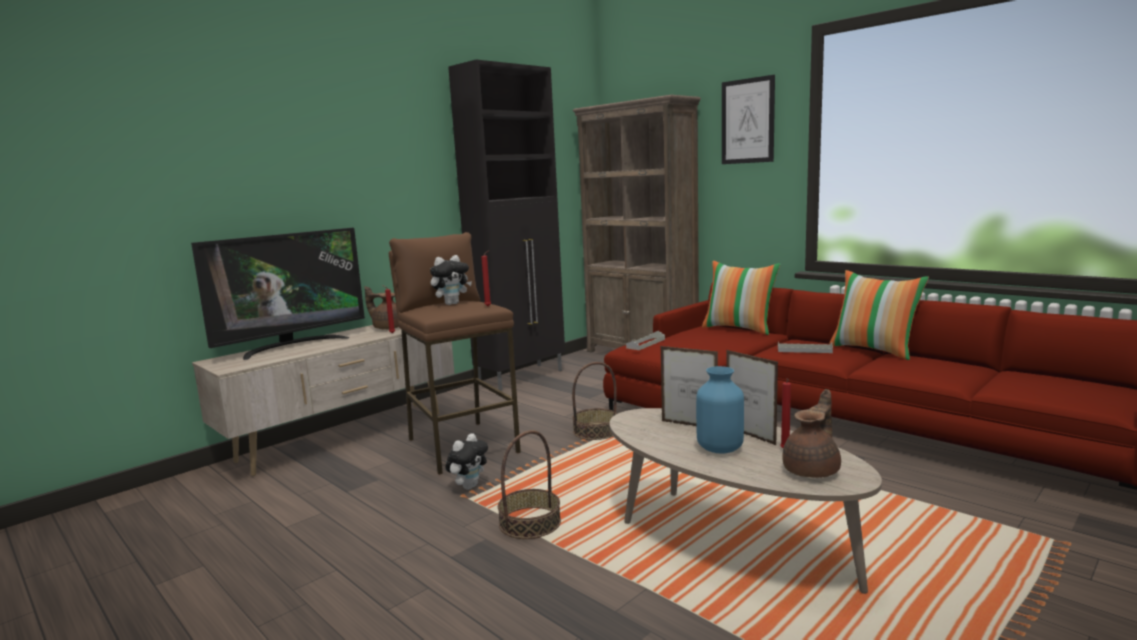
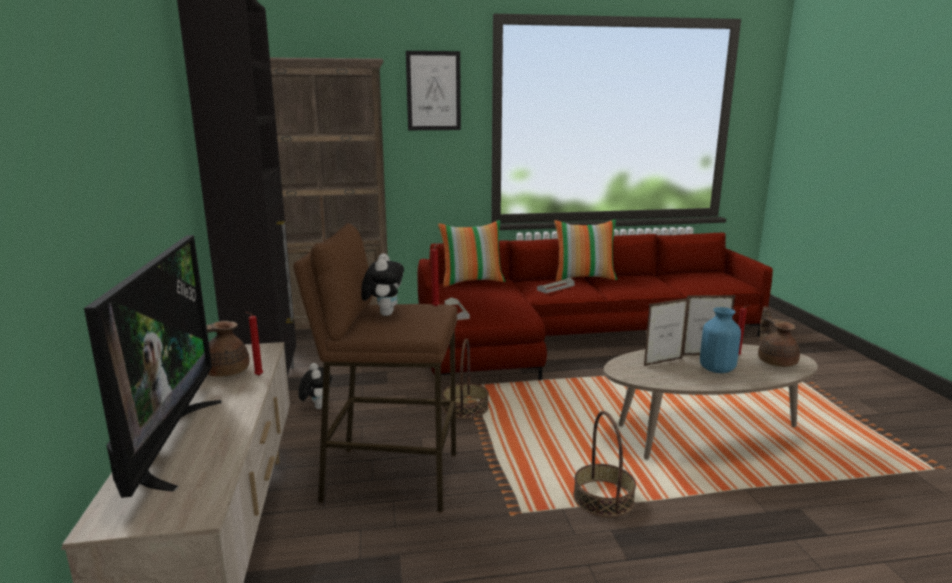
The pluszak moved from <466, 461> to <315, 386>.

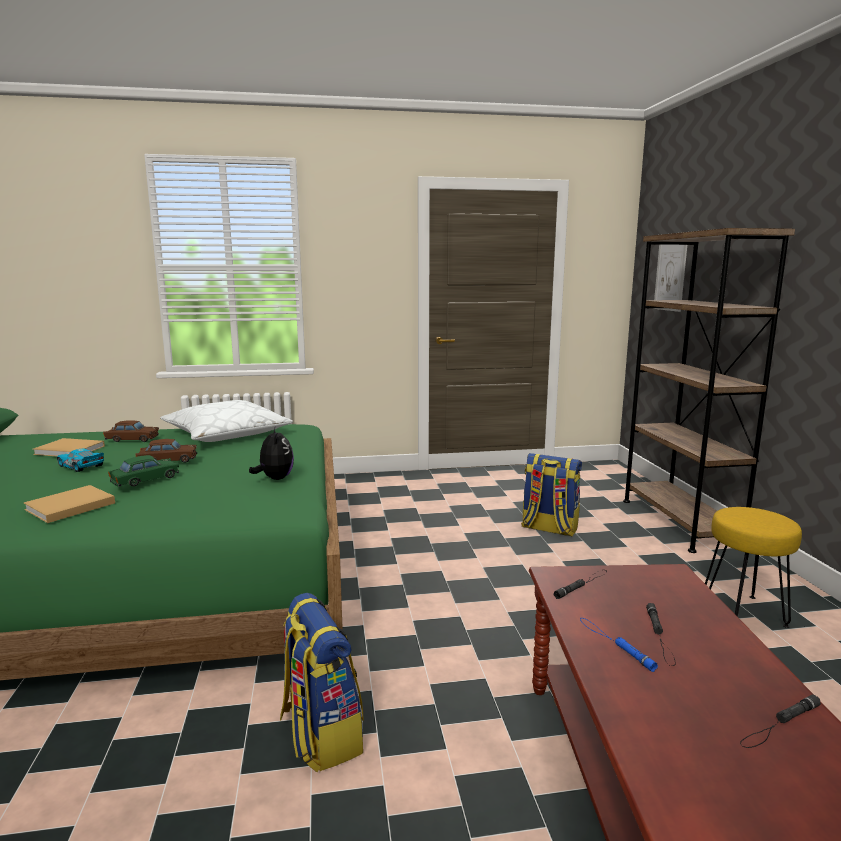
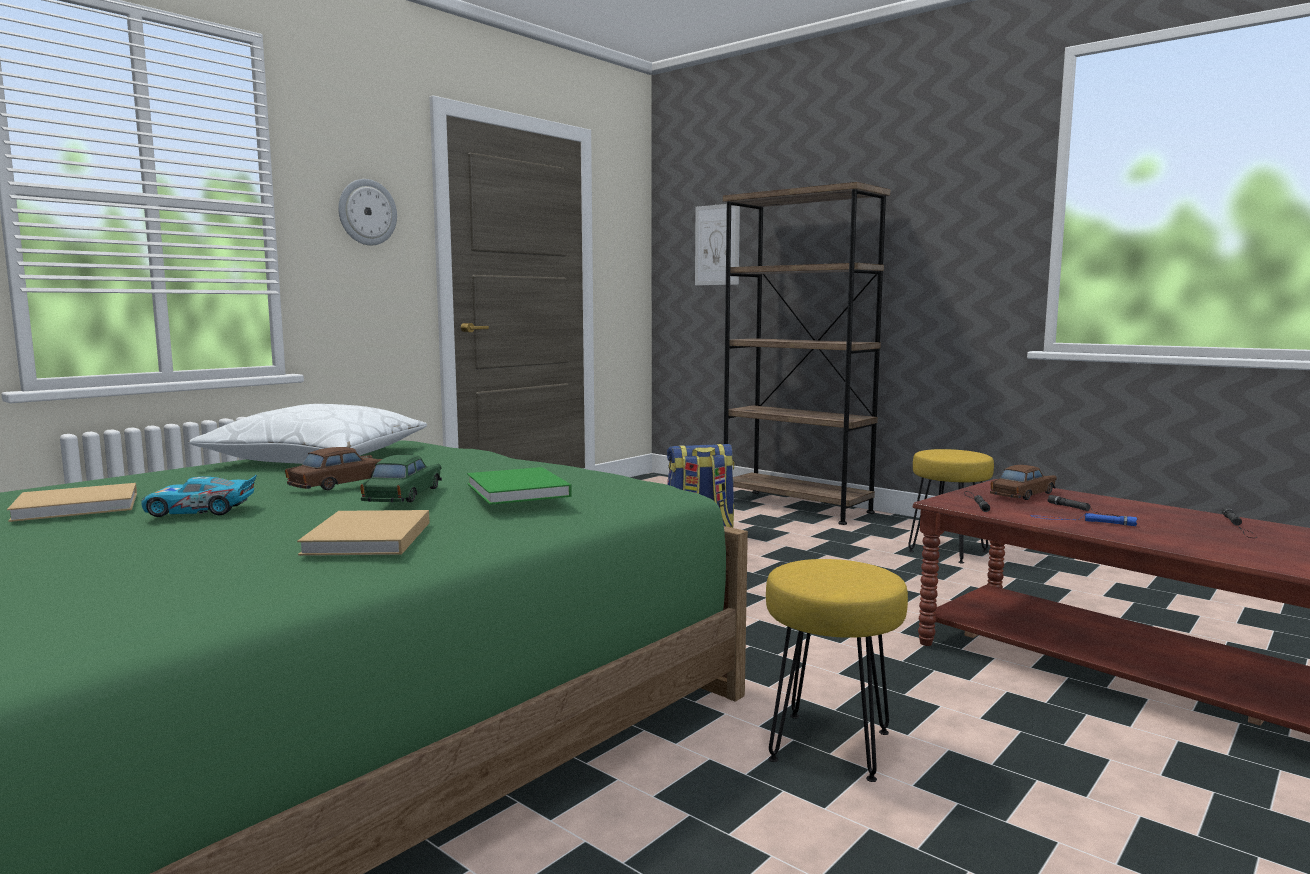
The samochodzik (brązowy) moved from <131, 431> to <1023, 482>. The pluszak at <271, 453> disappeared. The plecak at <322, 682> was replaced by the stołek (żółty) at <837, 670>. The zegar ścienny at <367, 212> appeared. The książka (zielony) at <519, 486> appeared.

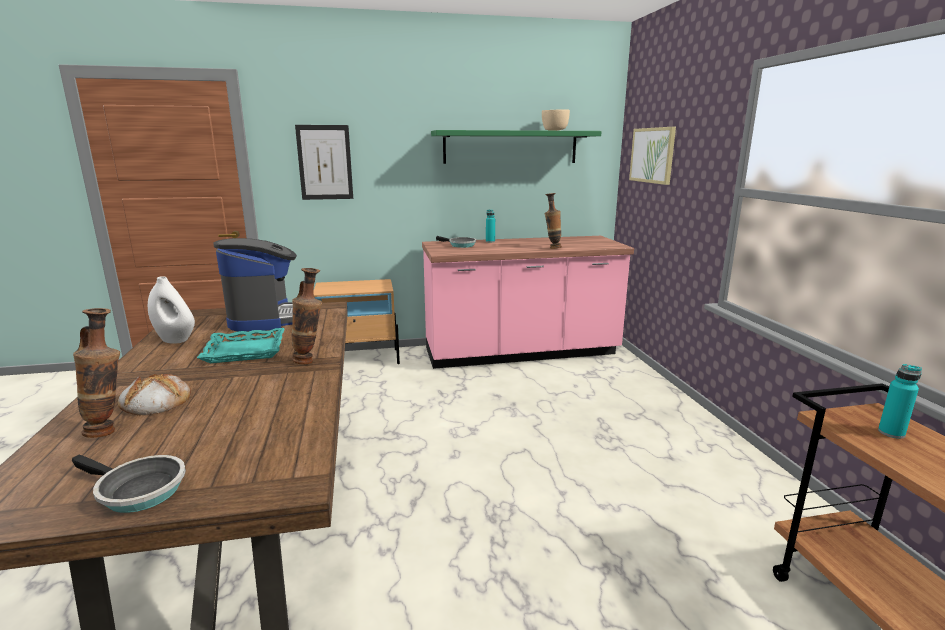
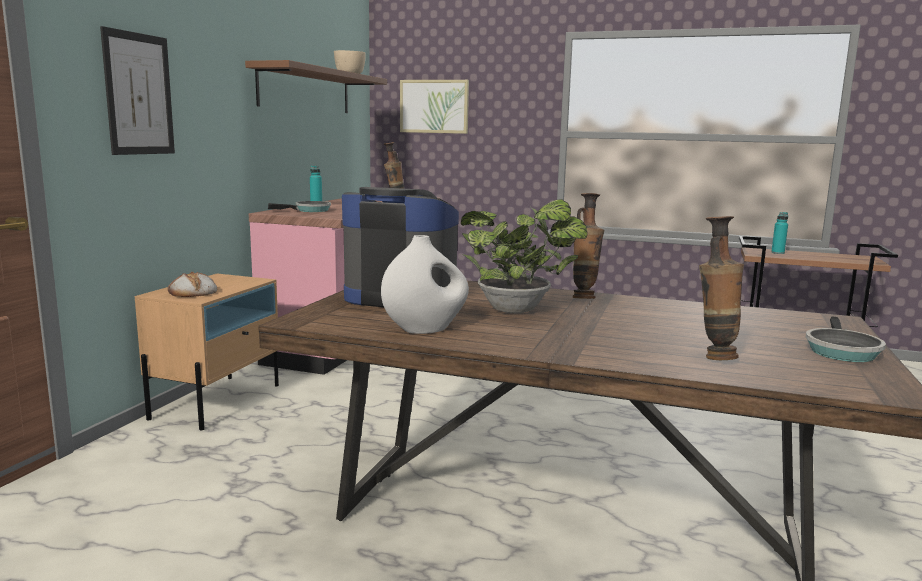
The półka (zielony) at <516, 147> became the półka (brązowy) at <316, 86>. The taca (turkusowy) at <241, 345> was replaced by the roślina doniczkowa at <524, 256>. The chleb moved from <154, 394> to <192, 284>. The patelnia at <129, 484> turned 150 degrees clockwise.

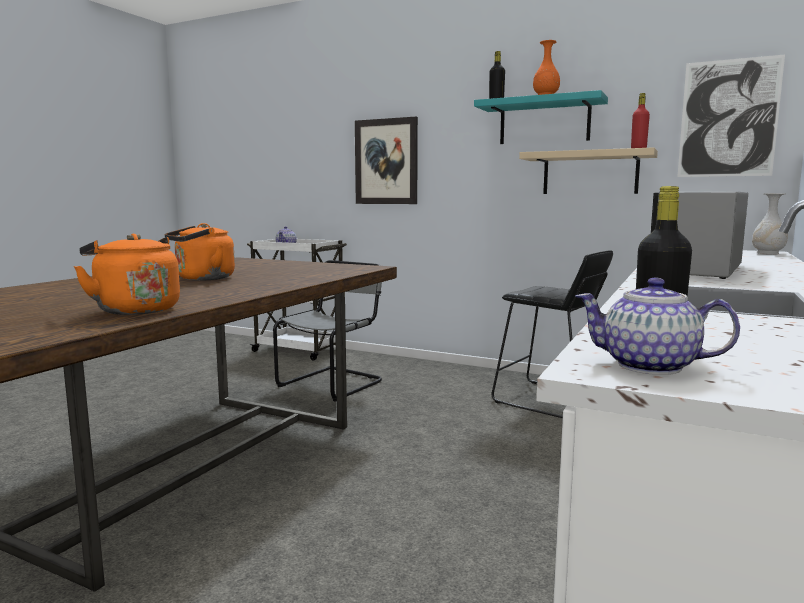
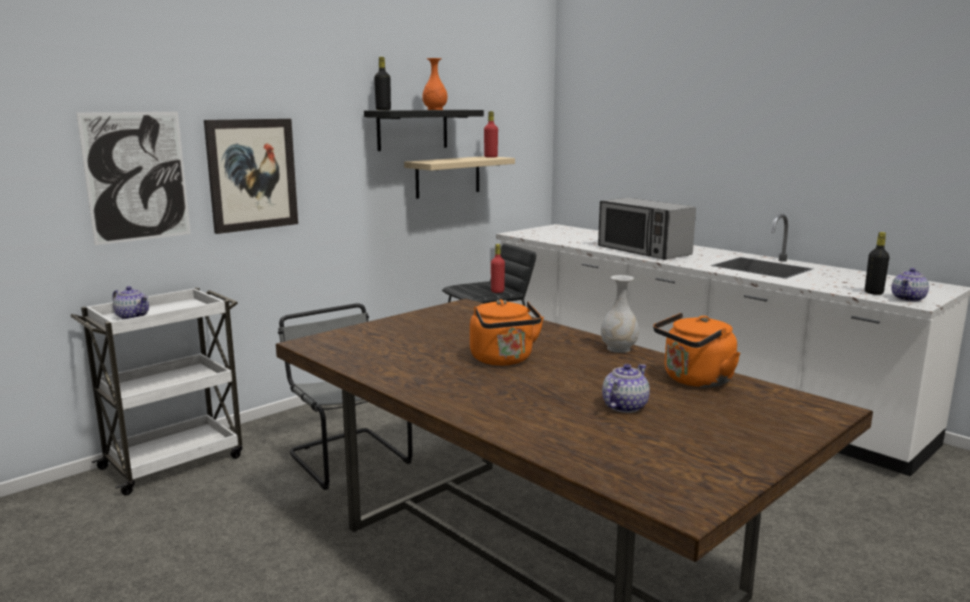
The obraz moved from <731, 116> to <134, 178>. The półka (turkusowy) at <541, 117> became the półka (czarny) at <424, 130>. The wazon (biały) moved from <770, 223> to <620, 314>. The butelka (czerwony) at <498, 268> appeared. The imbryk at <626, 388> appeared.

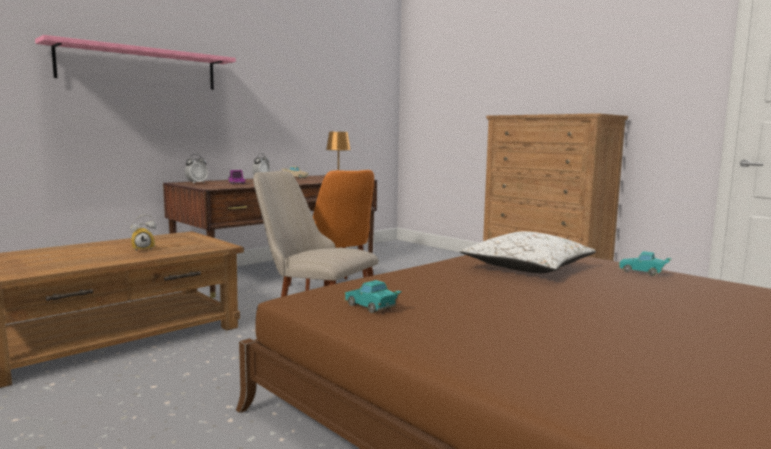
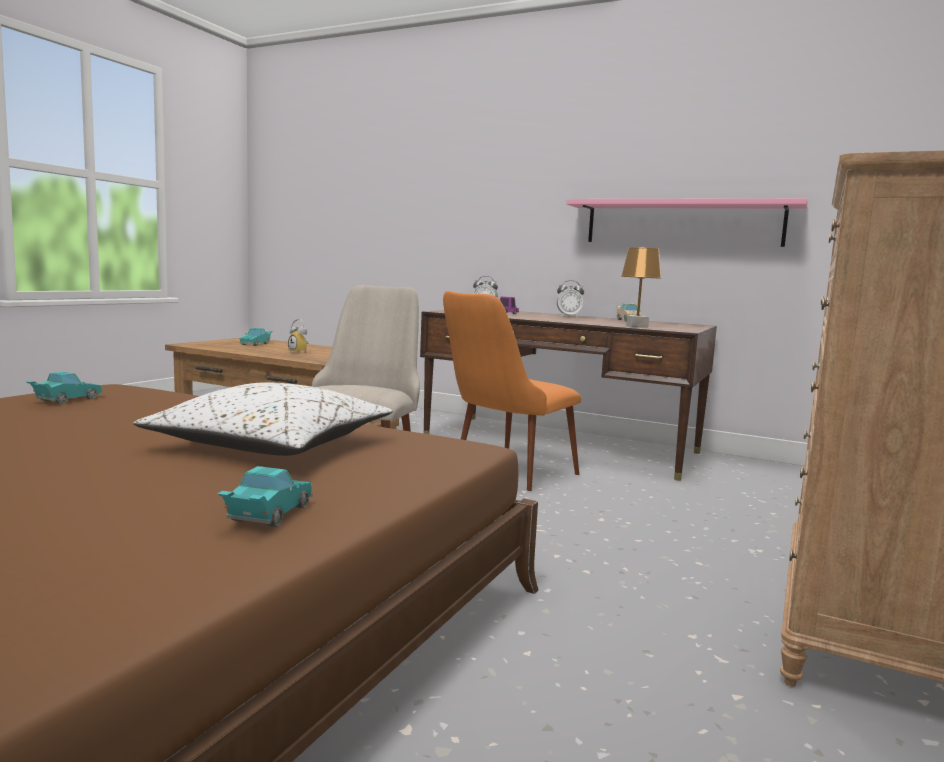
The półka (różowy) moved from <135, 62> to <687, 222>. The samochodzik (turkusowy) at <255, 337> appeared.

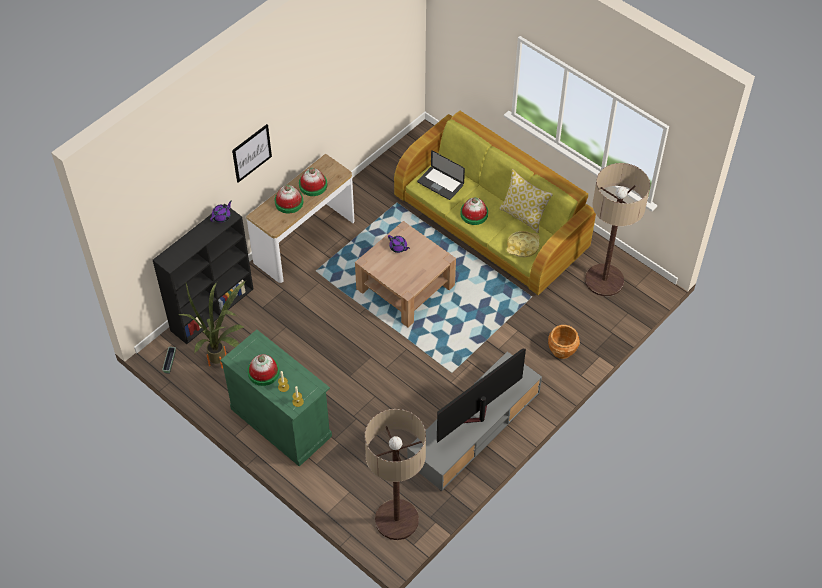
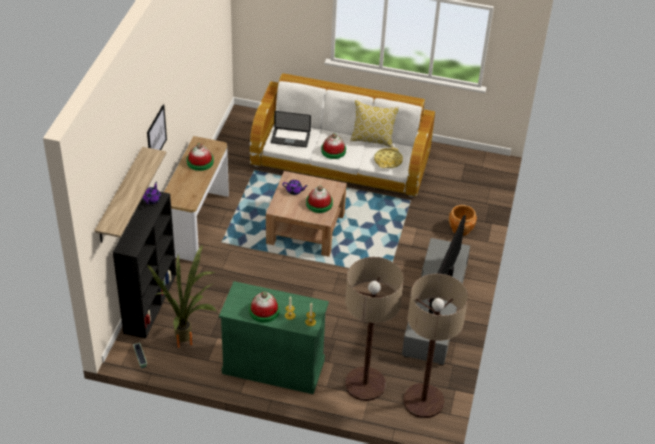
The kanapa (zielony) at <495, 203> became the kanapa (biały) at <342, 135>. The lampa stojąca moved from <617, 229> to <374, 329>. The kapelusz moved from <289, 199> to <319, 199>. The półka at <130, 195> appeared.

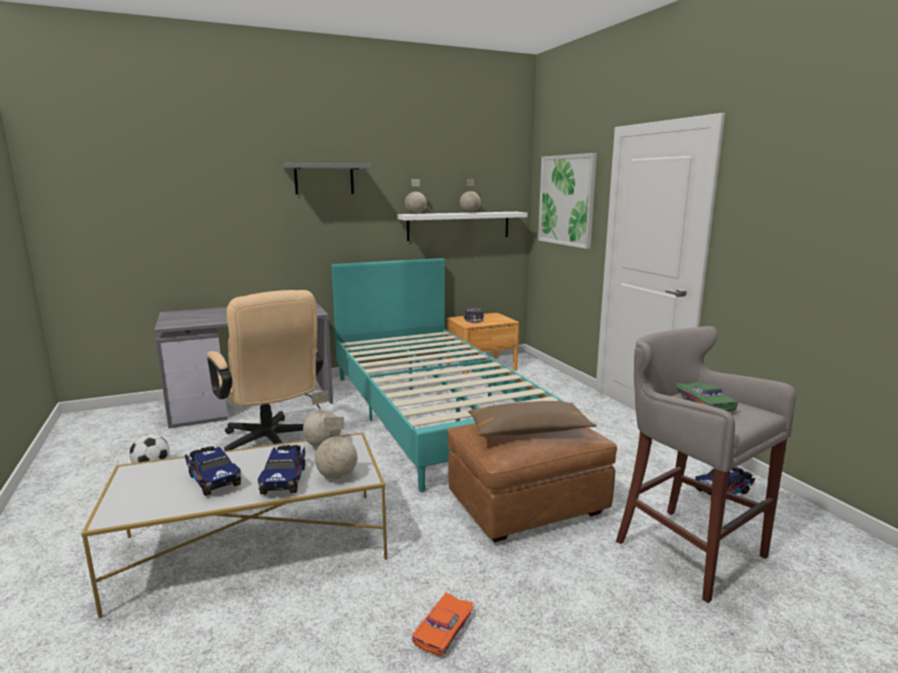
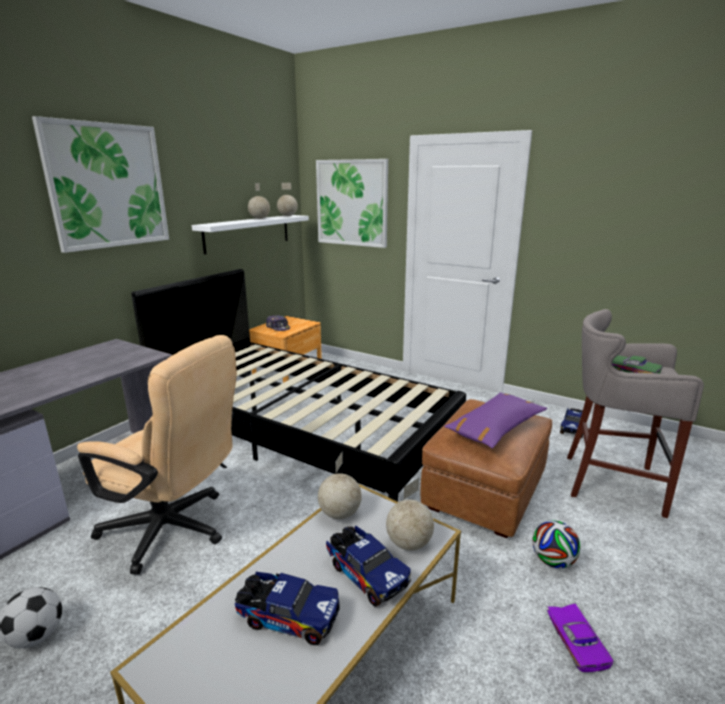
The półka (szary) at <326, 178> was replaced by the obraz at <100, 184>. The globus moved from <416, 196> to <287, 199>. The łóżko (turkusowy) at <448, 375> became the łóżko (czarny) at <298, 385>. The poduszka (brązowy) at <532, 418> became the poduszka (fioletowy) at <495, 420>. The samochodzik (pomarańczowy) at <443, 624> became the samochodzik (fioletowy) at <580, 638>. The piłka futbolowa at <556, 544> appeared.

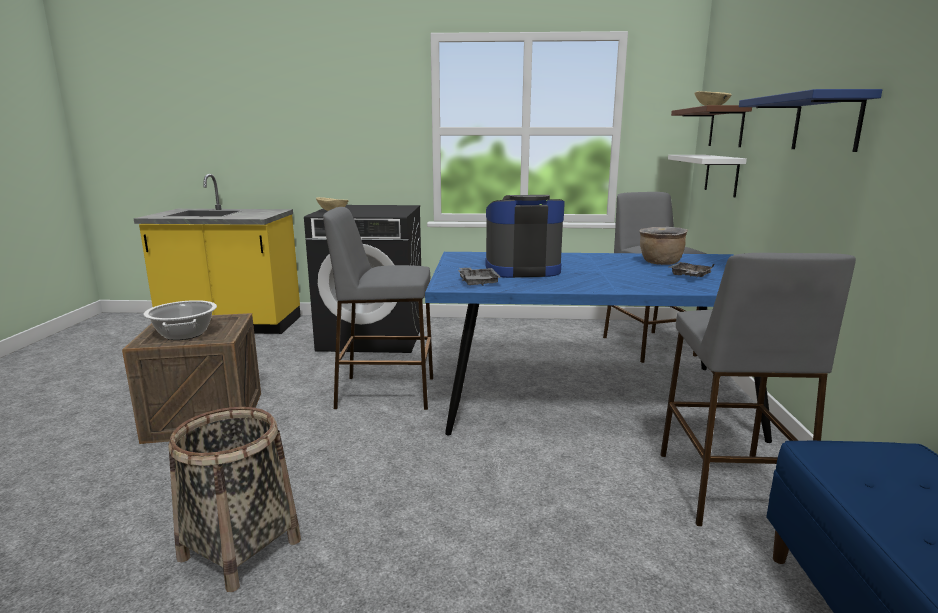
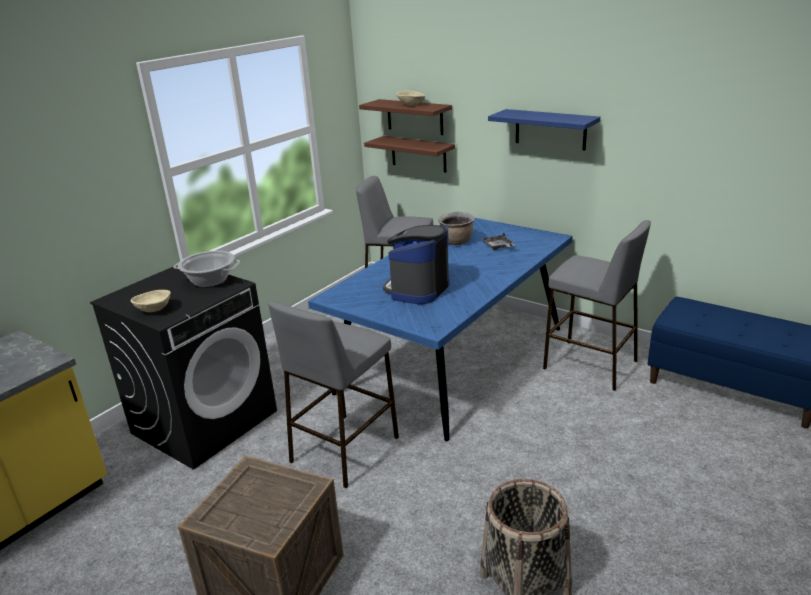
The półka (biały) at <707, 176> became the półka (brązowy) at <409, 154>. The taca (szary) at <479, 277> disappeared. The garnek moved from <180, 320> to <207, 269>.

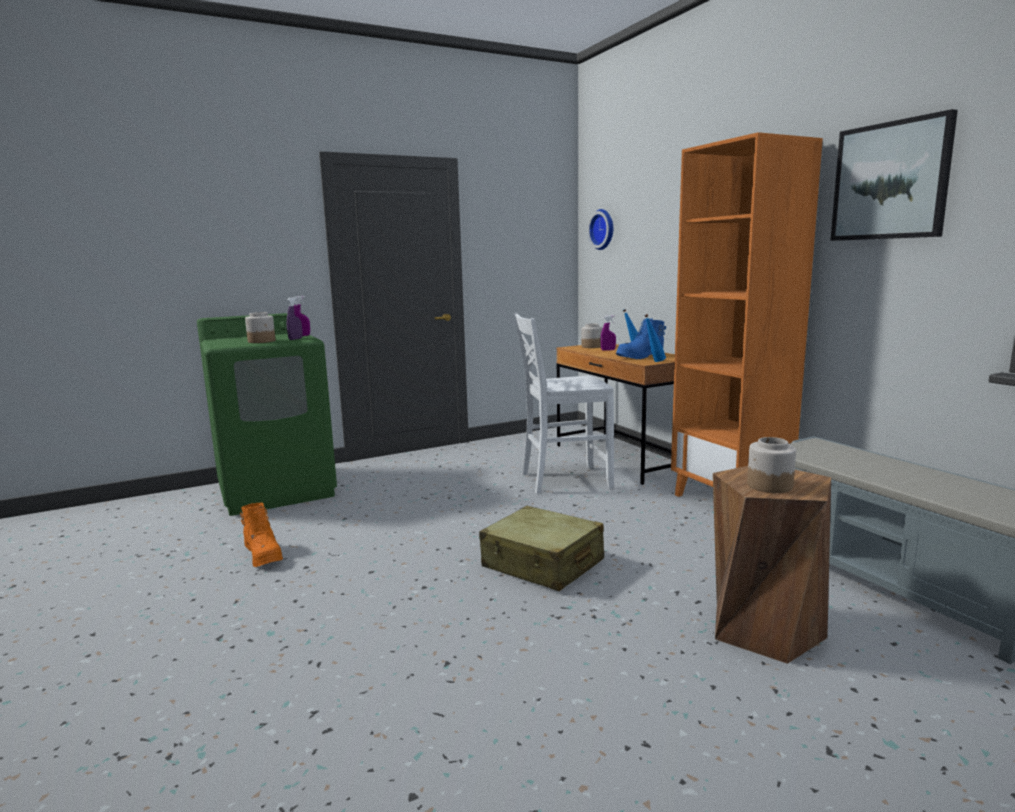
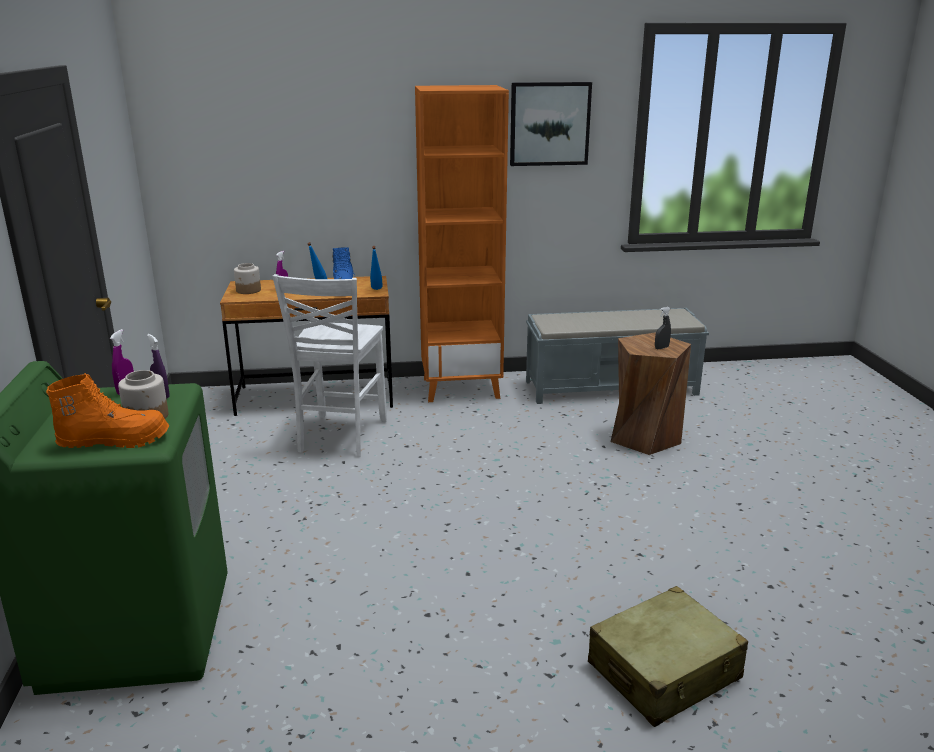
The zegar ścienny at <600, 229> disappeared. The słoik at <771, 465> was replaced by the spryskiwacz (szary) at <663, 328>. The but z cholewką (pomarańczowy) moved from <261, 535> to <107, 410>. The walizka (beżowy) moved from <541, 548> to <668, 656>.

